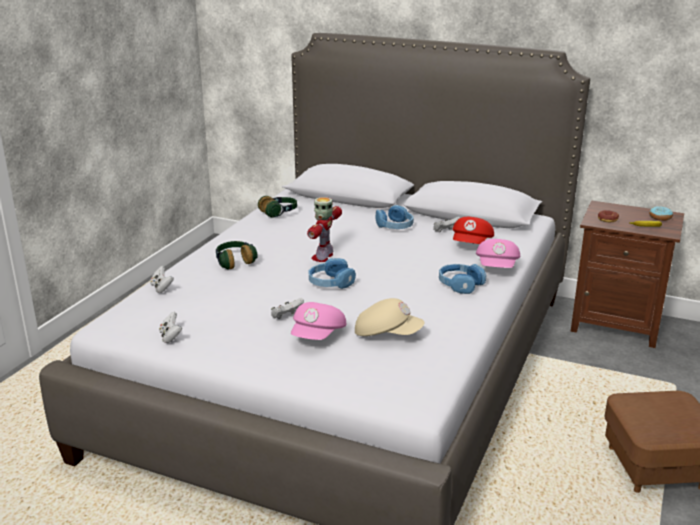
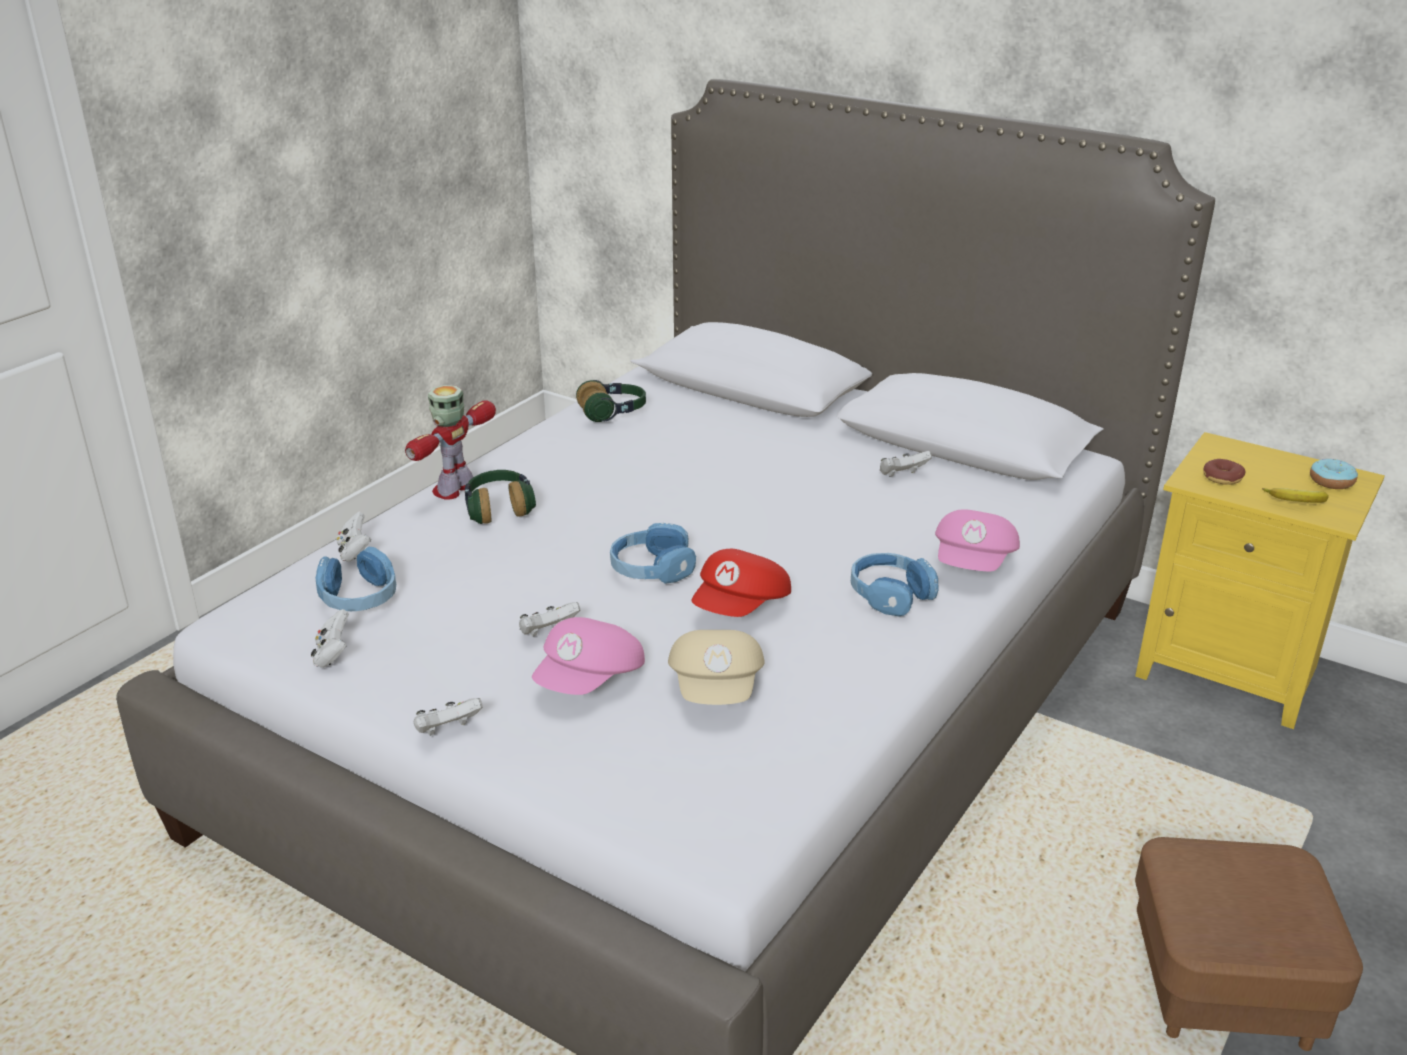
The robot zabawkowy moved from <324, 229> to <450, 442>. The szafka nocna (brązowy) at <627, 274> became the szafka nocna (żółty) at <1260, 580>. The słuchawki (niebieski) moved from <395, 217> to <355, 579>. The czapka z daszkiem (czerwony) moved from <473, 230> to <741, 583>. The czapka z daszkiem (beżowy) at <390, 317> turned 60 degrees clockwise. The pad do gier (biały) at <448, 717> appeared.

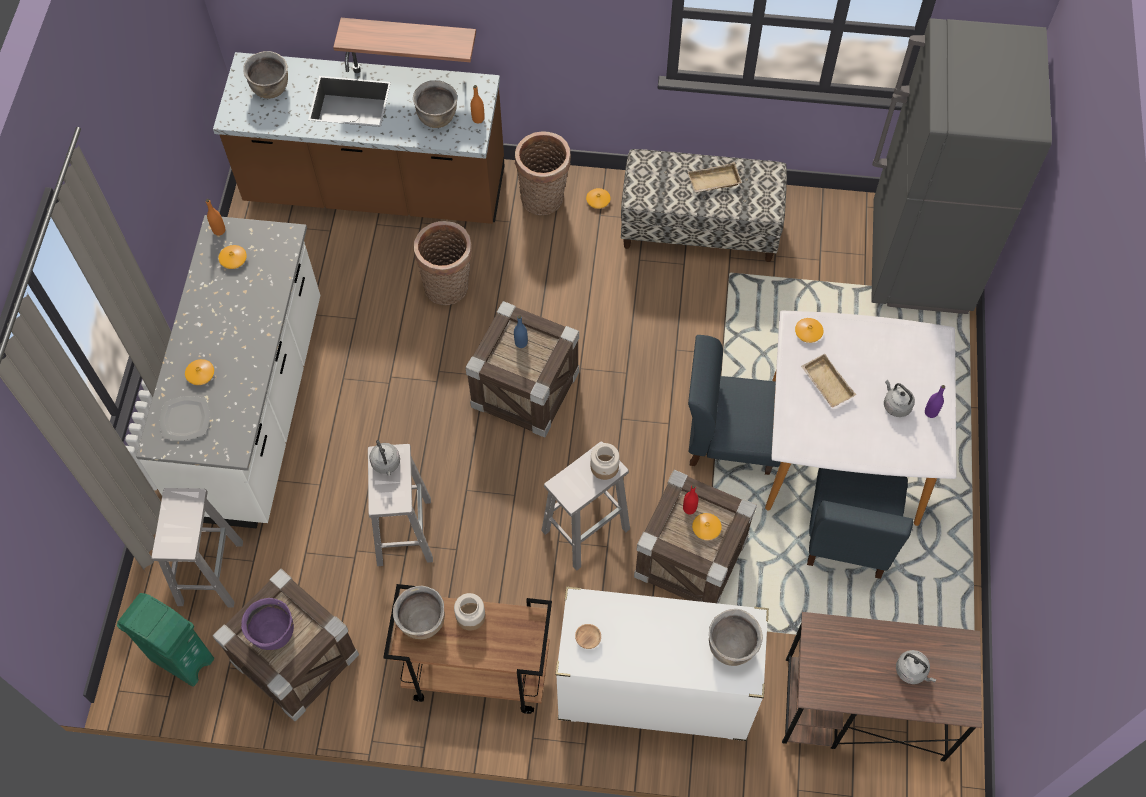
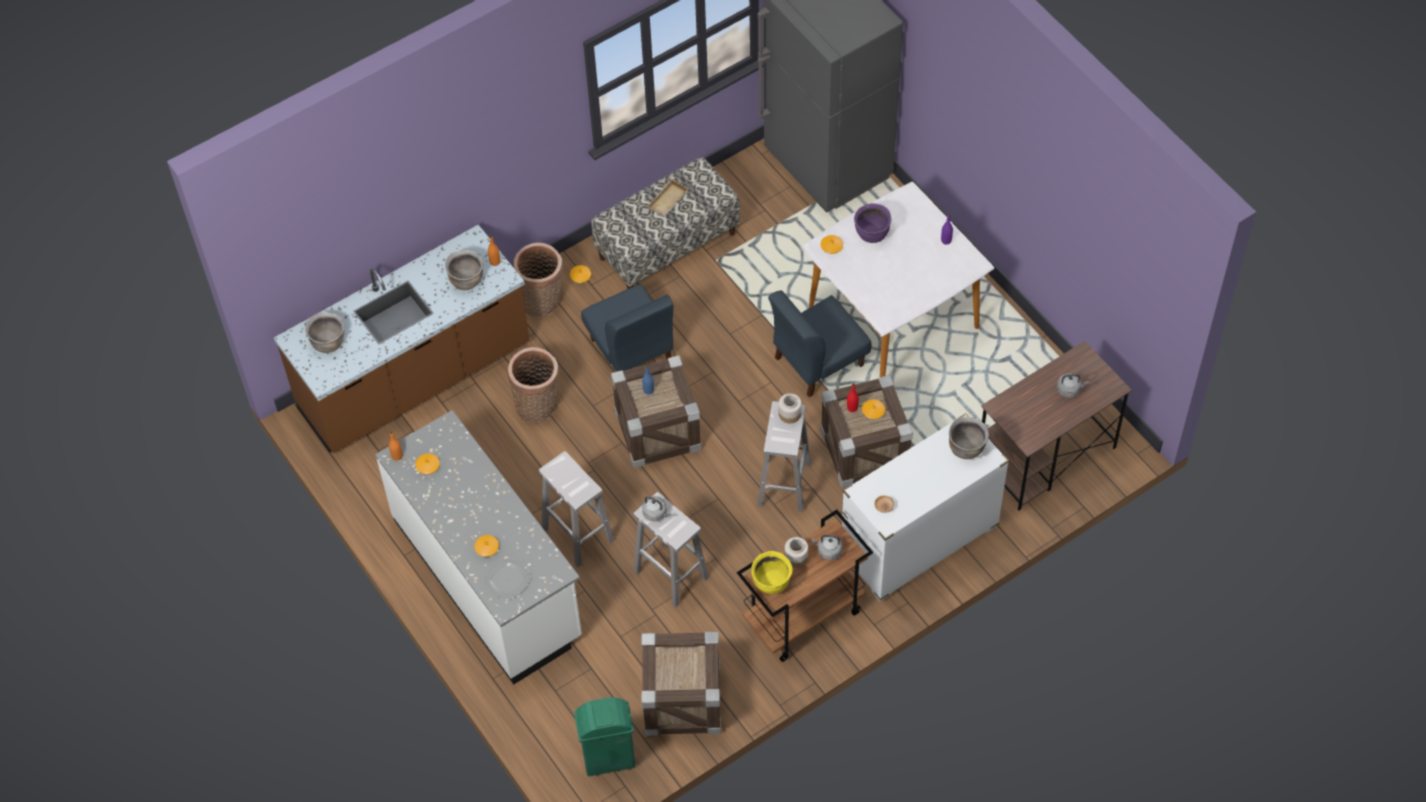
The półka at <404, 40> disappeared. The taca (beżowy) at <828, 381> disappeared. The czajnik (szary) moved from <899, 398> to <826, 547>. The krzesło (niebieski) moved from <860, 523> to <627, 328>. The stołek (biały) moved from <197, 548> to <576, 509>. The garnek (brązowy) at <419, 612> became the garnek (żółty) at <771, 572>. The garnek (fioletowy) moved from <267, 624> to <872, 223>.

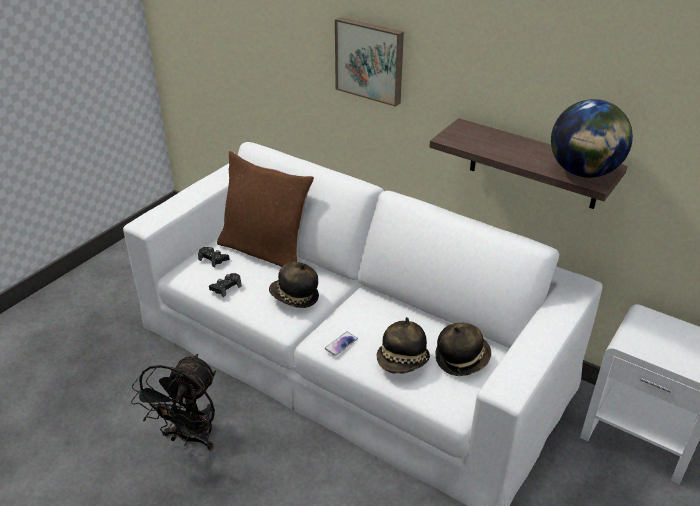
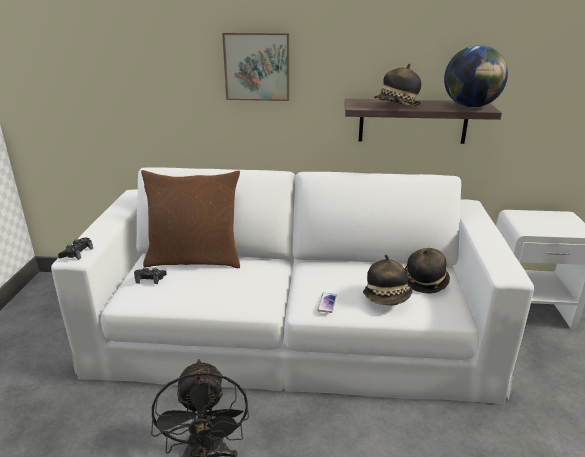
The kapelusz moved from <294, 285> to <397, 85>. The pad do gier (czarny) moved from <225, 285> to <75, 249>.

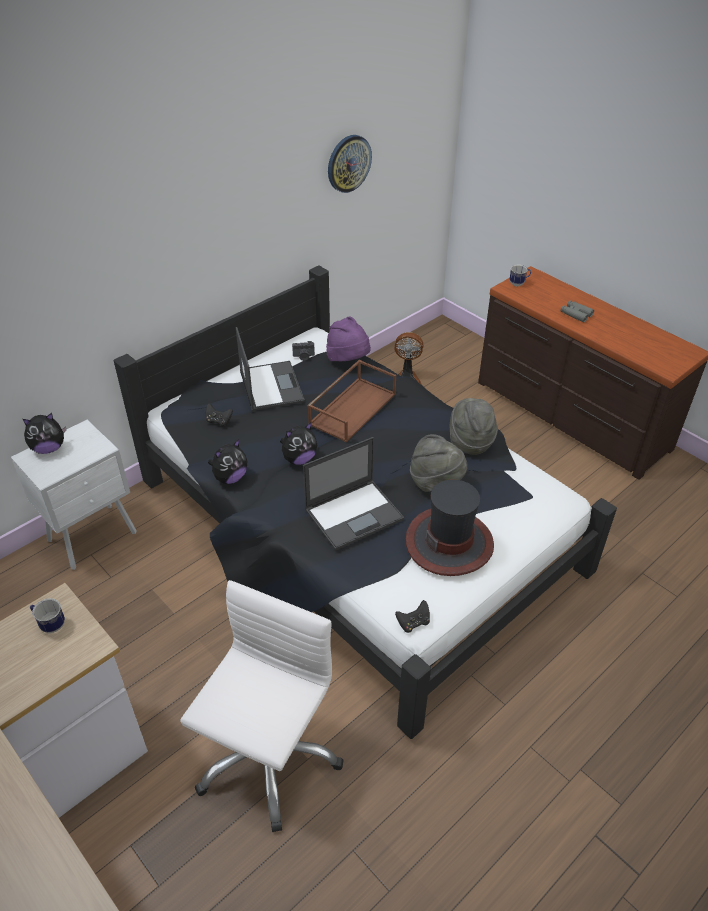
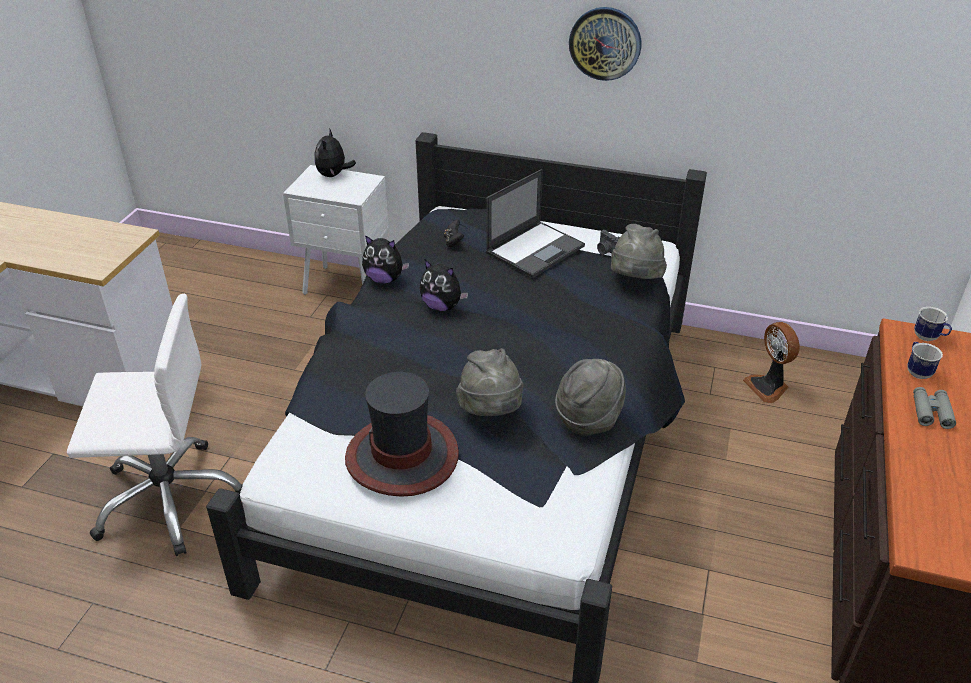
The zegar ścienny moved from <350, 164> to <605, 44>. The kapelusz (fioletowy) at <348, 338> became the kapelusz (szary) at <639, 251>. The taca (brązowy) at <352, 401> disappeared. The pluszak at <44, 433> turned 60 degrees clockwise. The laptop at <353, 493> disappeared. The kubek moved from <47, 615> to <925, 360>. The pad do gier (czarny) at <412, 616> disappeared.

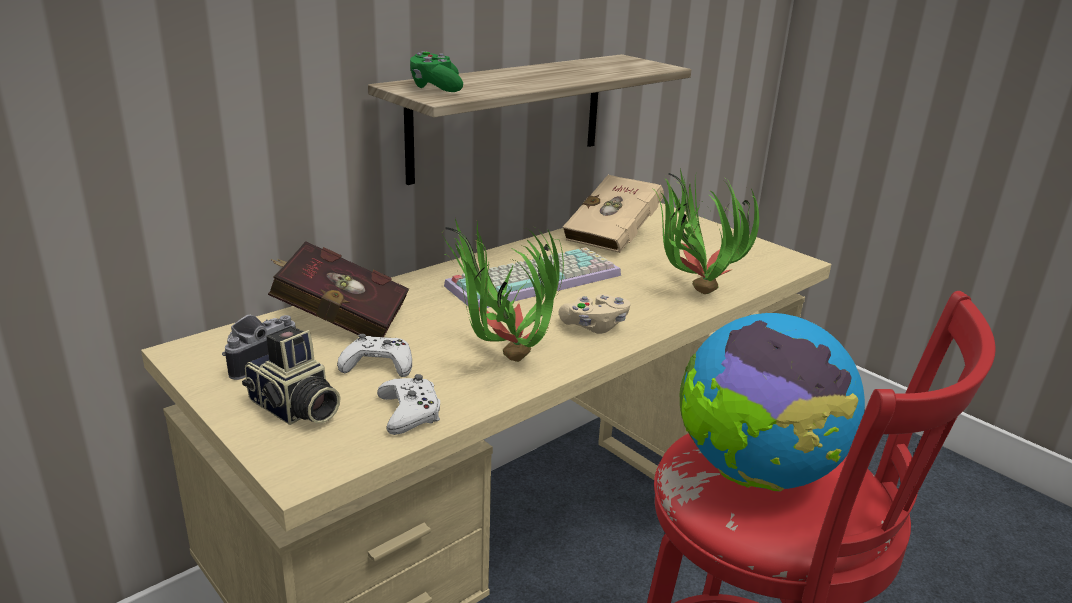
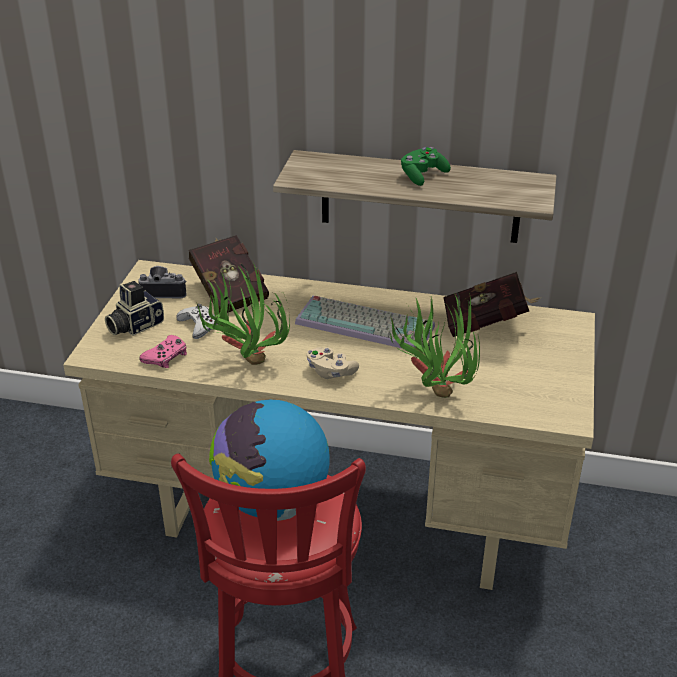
The pad do gier (zielony) moved from <436, 71> to <426, 166>. The książka (beżowy) at <613, 214> became the książka (czerwony) at <491, 304>. The aparat fotograficzny at <291, 375> turned 45 degrees clockwise. The pad do gier (biały) at <408, 404> became the pad do gier (różowy) at <163, 351>.

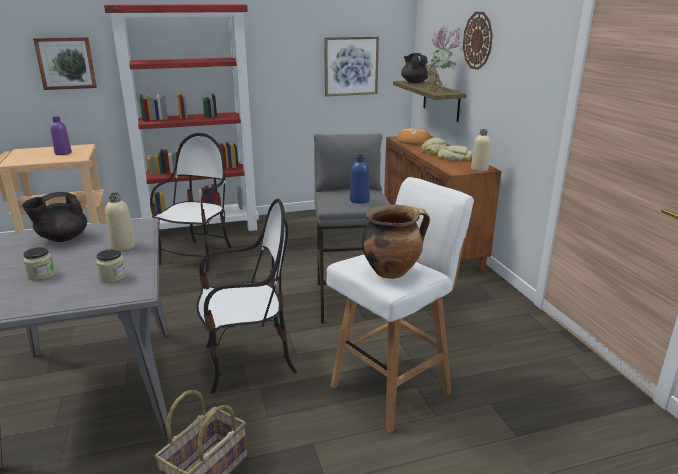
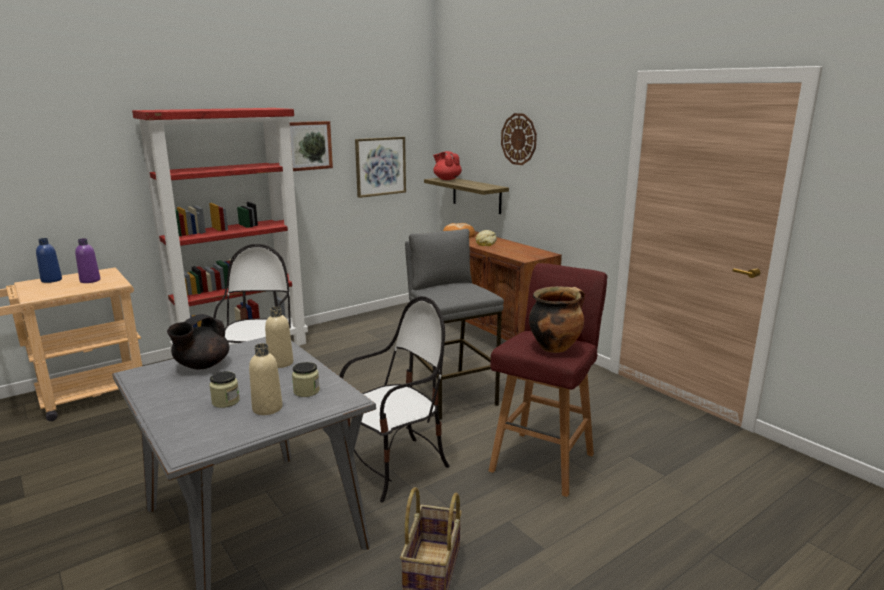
The roślina doniczkowa at <443, 58> disappeared. The obraz moved from <65, 63> to <311, 146>. The imbryk (czarny) at <415, 68> became the imbryk (czerwony) at <447, 165>. The butelka (beżowy) moved from <480, 150> to <266, 379>. The chleb at <455, 153> disappeared. The butelka (niebieski) moved from <360, 179> to <49, 260>. The stołek (biały) at <400, 305> became the stołek (czerwony) at <548, 380>.

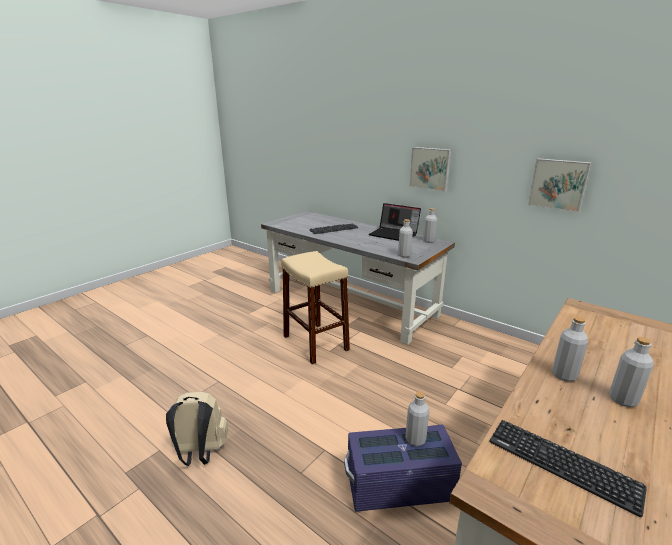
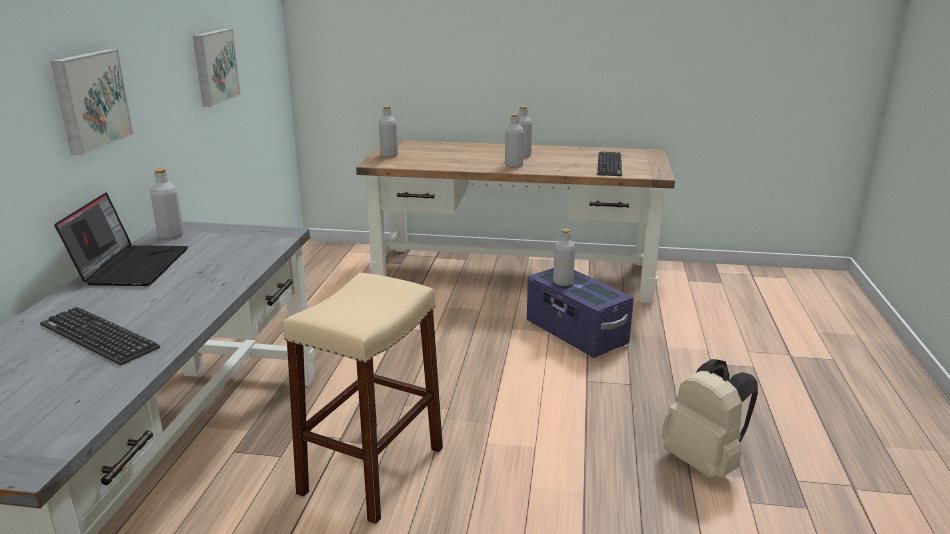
The butelka (szary) moved from <405, 238> to <388, 132>.

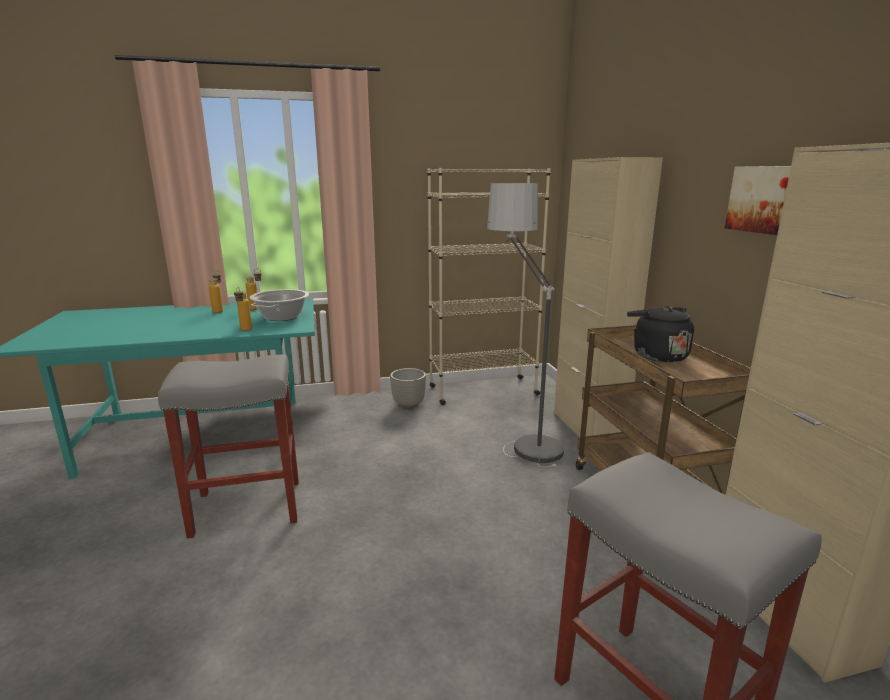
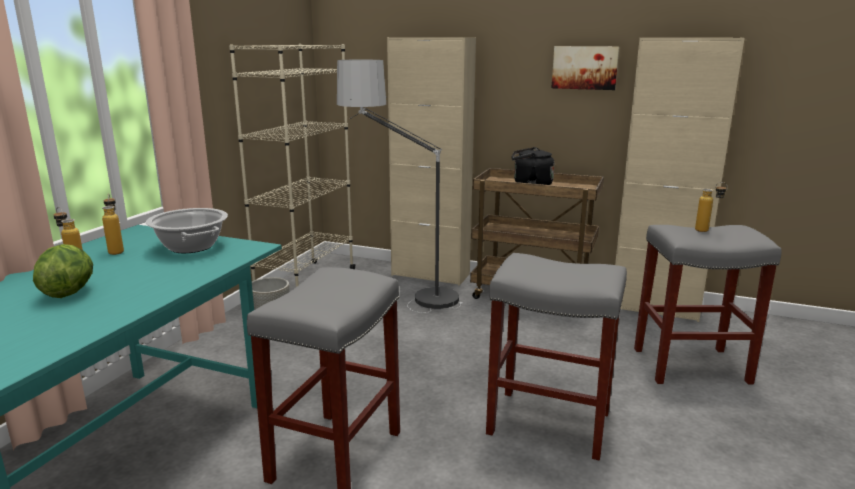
The butelka moved from <243, 309> to <711, 207>. The sałata at <63, 271> appeared. The stołek (szary) at <556, 356> appeared.

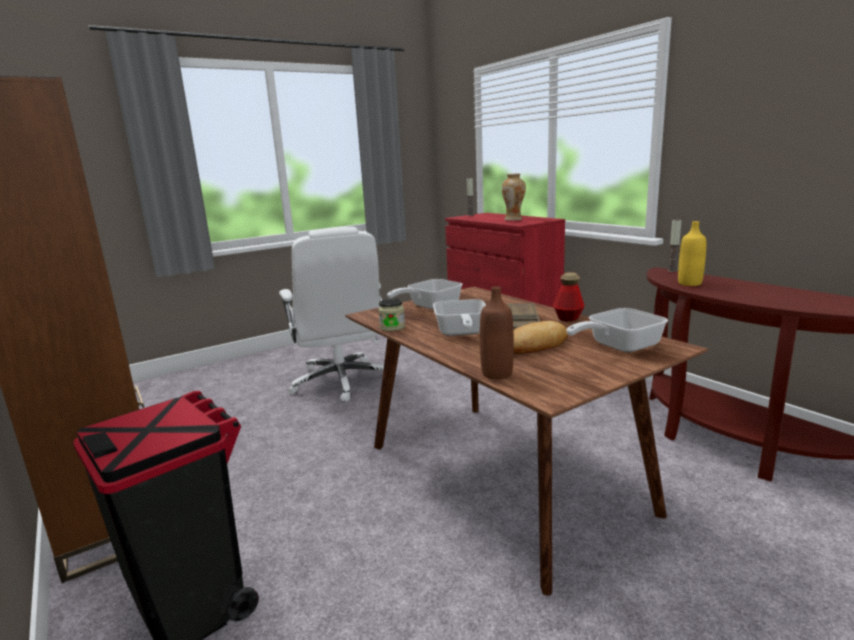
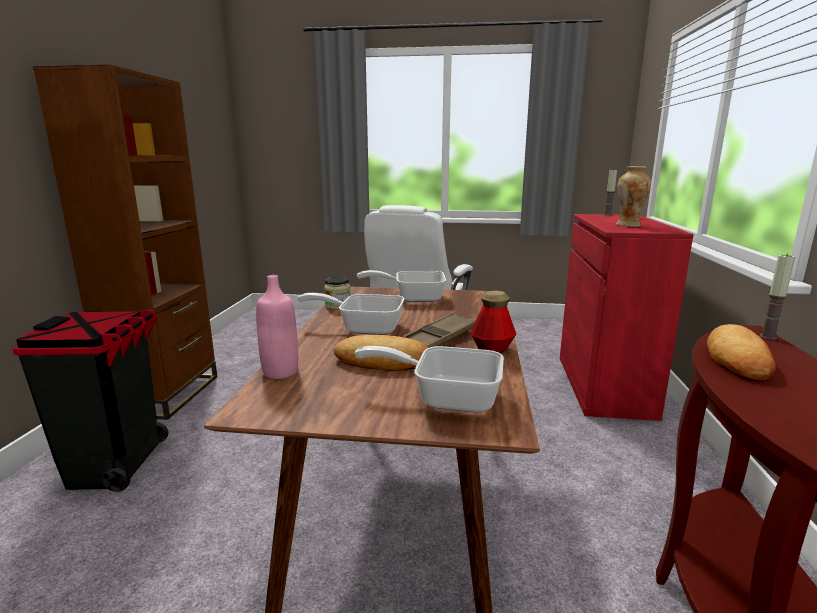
The butelka (żółty) at <692, 253> was replaced by the chleb at <741, 353>. The butelka (brązowy) at <497, 332> became the butelka (różowy) at <277, 327>. The patelnia at <459, 317> turned 60 degrees clockwise.

